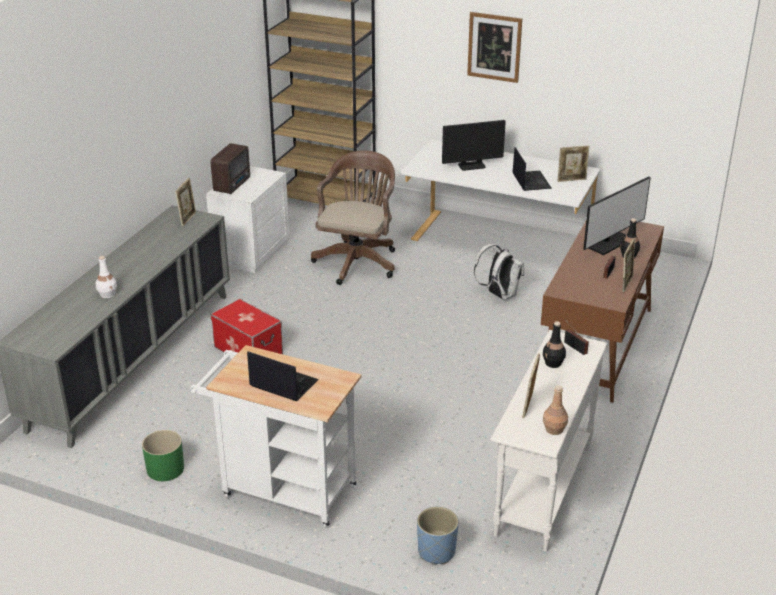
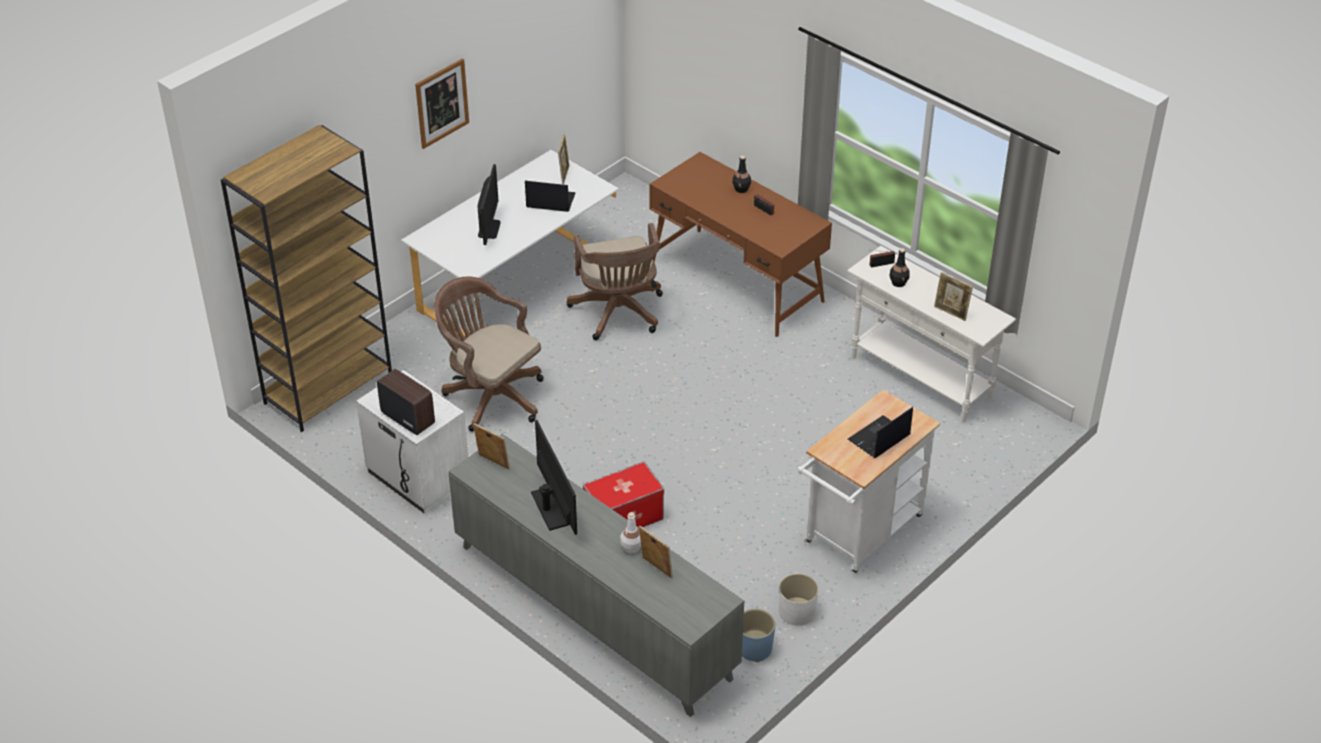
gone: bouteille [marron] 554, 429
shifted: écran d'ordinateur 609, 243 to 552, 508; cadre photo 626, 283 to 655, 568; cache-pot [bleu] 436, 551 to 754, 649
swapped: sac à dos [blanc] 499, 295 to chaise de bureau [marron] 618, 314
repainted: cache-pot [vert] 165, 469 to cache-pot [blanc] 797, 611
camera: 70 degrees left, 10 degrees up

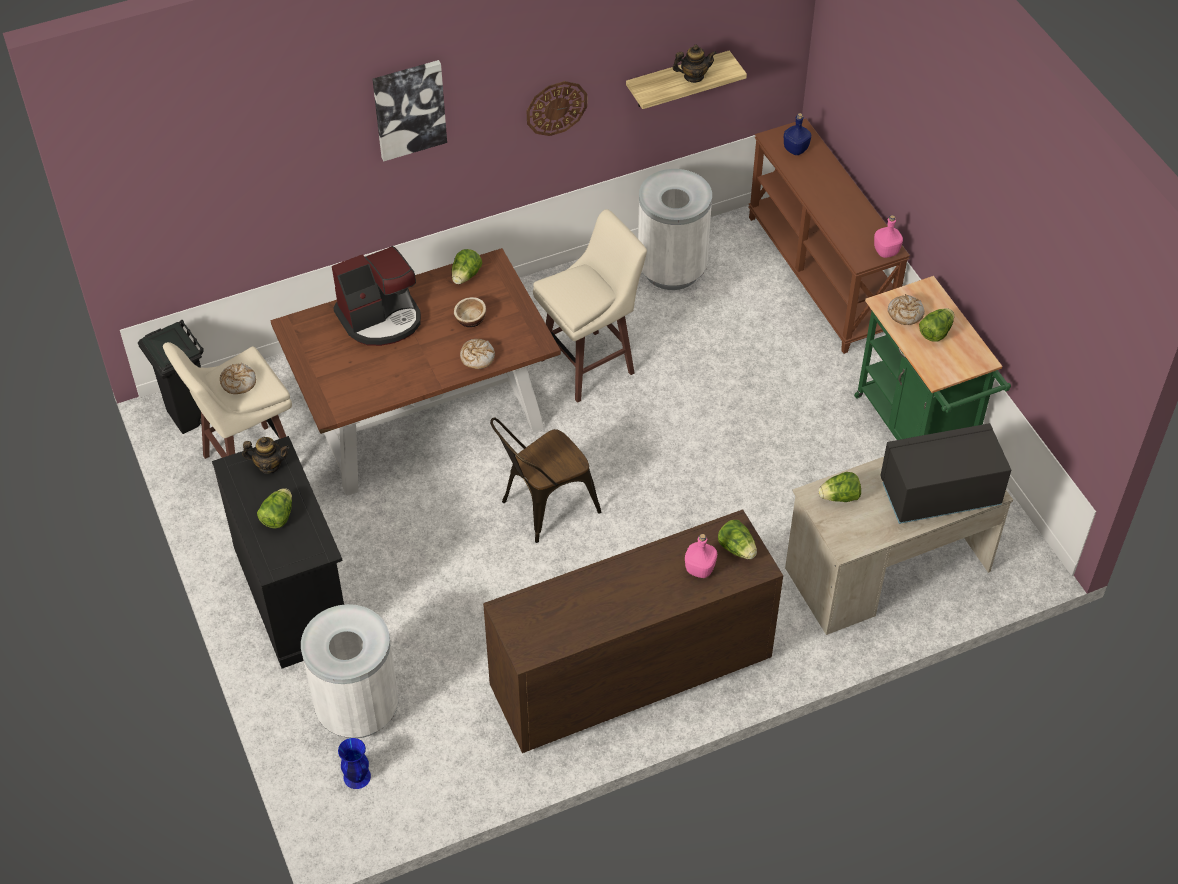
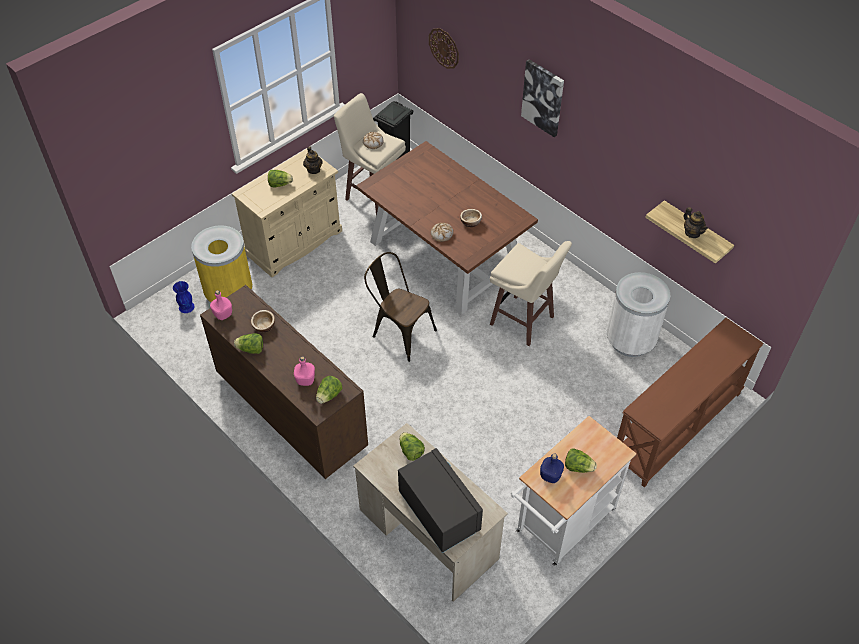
gone: machine à café 381, 318; pain 905, 313
new: bol 264, 326
shifted: bouteille [rose] 886, 252 to 222, 315; laitue 466, 276 to 251, 349; horloge murale 556, 107 to 444, 48; bouteille [bleu] 795, 149 to 550, 476
repainted: poubelle [blanc] 357, 709 to poubelle [jaune] 229, 293; meuble de rangement [noir] 293, 594 to meuble de rangement [beige] 294, 242; chariot [vert] 918, 432 to chariot [blanc] 561, 525
camera: 70 degrees right, 0 degrees up

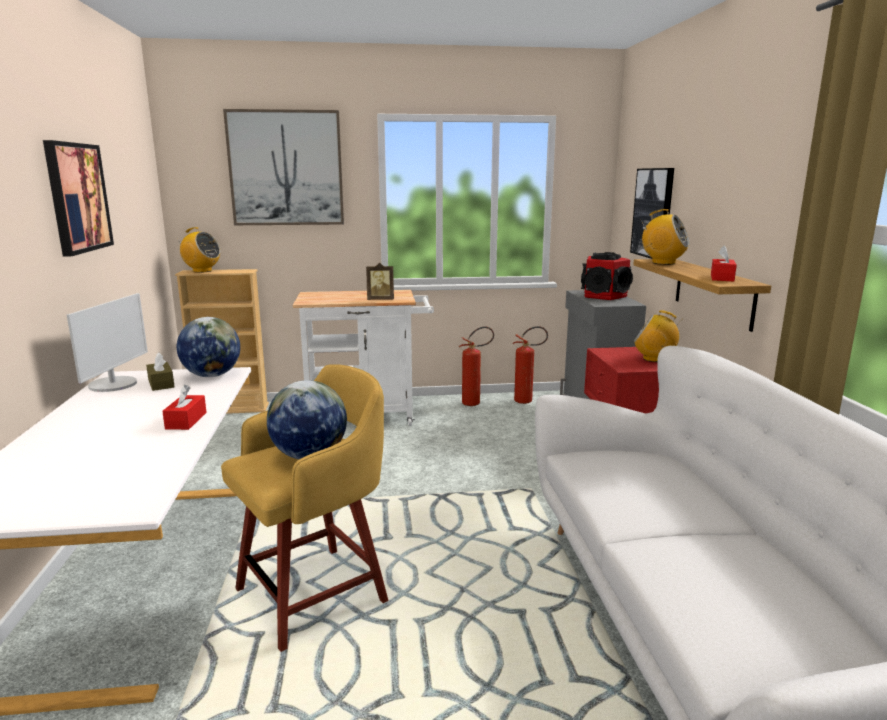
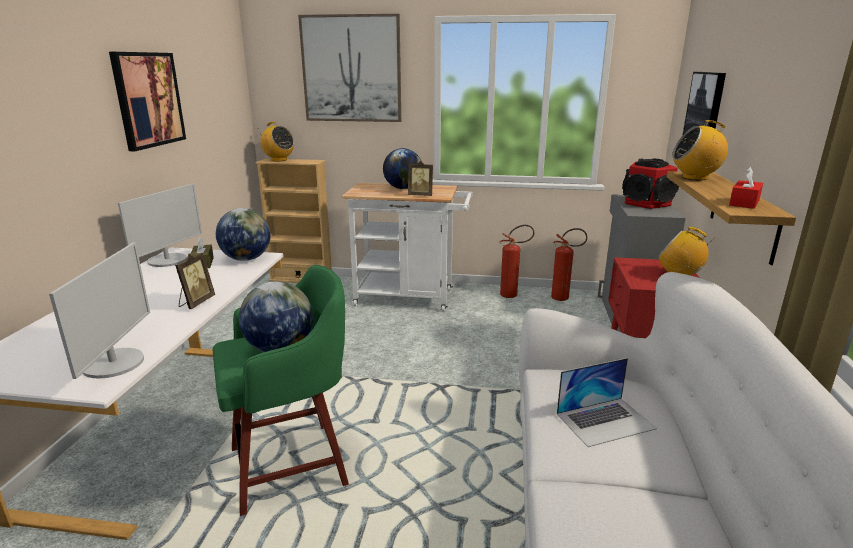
new: écran d'ordinateur 114, 363; globe 403, 188; ordinateur portable 605, 421
swapped: boîte à mouchoirs [rouge] 186, 421 to cadre photo 196, 303
repainted: tabouret [jaune] 316, 594 to tabouret [vert] 293, 465
rotated: radio 663, 263 = 695, 178 135 degrees clockwise
camera: 15 degrees right, 5 degrees up

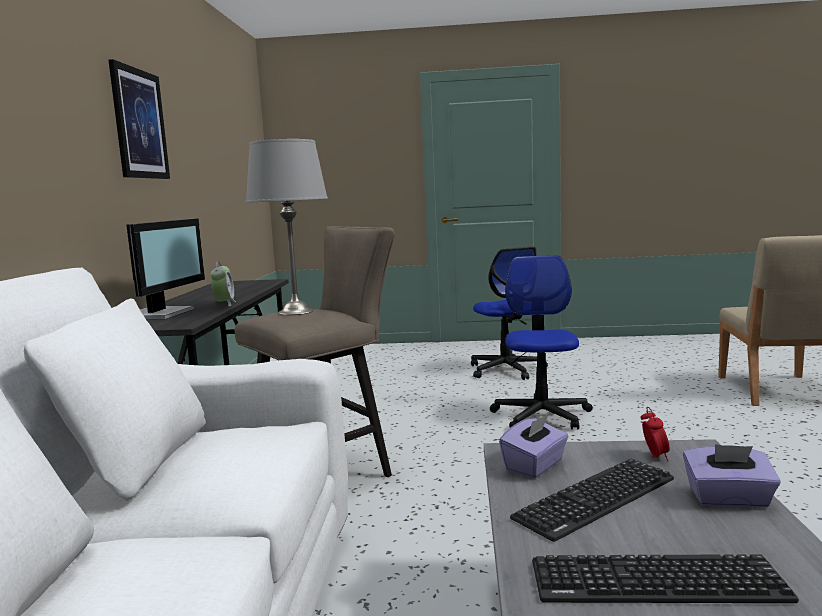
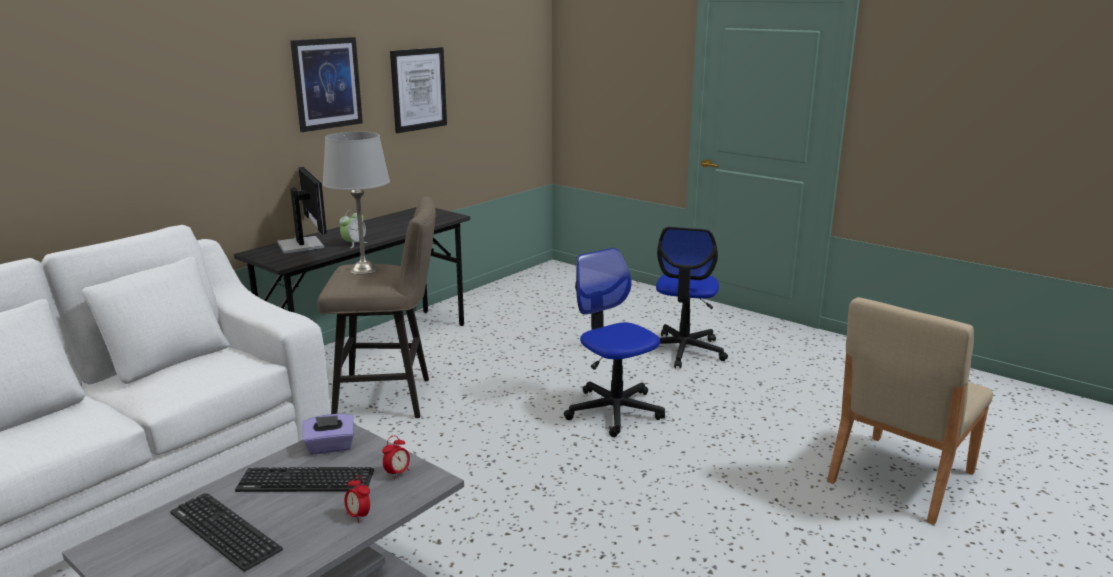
new: tableau 418, 89
swapped: boîte à mouchoirs [violet] 728, 499 to réveil 358, 516
rotated: écran d'ordinateur 160, 313 = 302, 245 75 degrees counterclockwise; chaise de bureau 541, 415 = 614, 411 75 degrees counterclockwise
camera: 35 degrees right, 10 degrees up

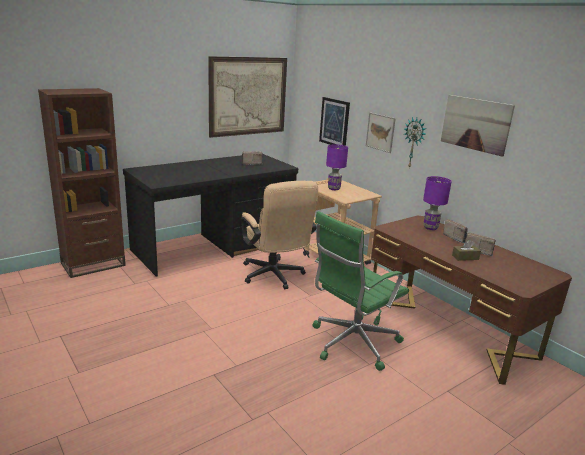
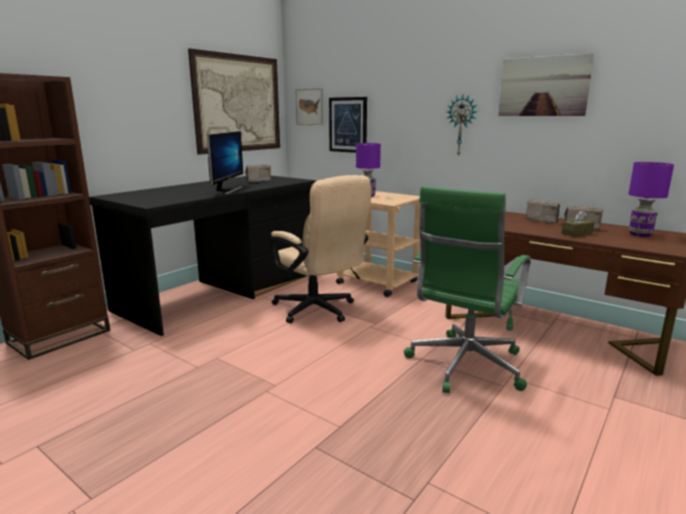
new: écran d'ordinateur 227, 190
shifted: tableau 380, 132 to 309, 106; lampe de table [violet] 430, 228 to 640, 234
camera: 15 degrees left, 5 degrees down

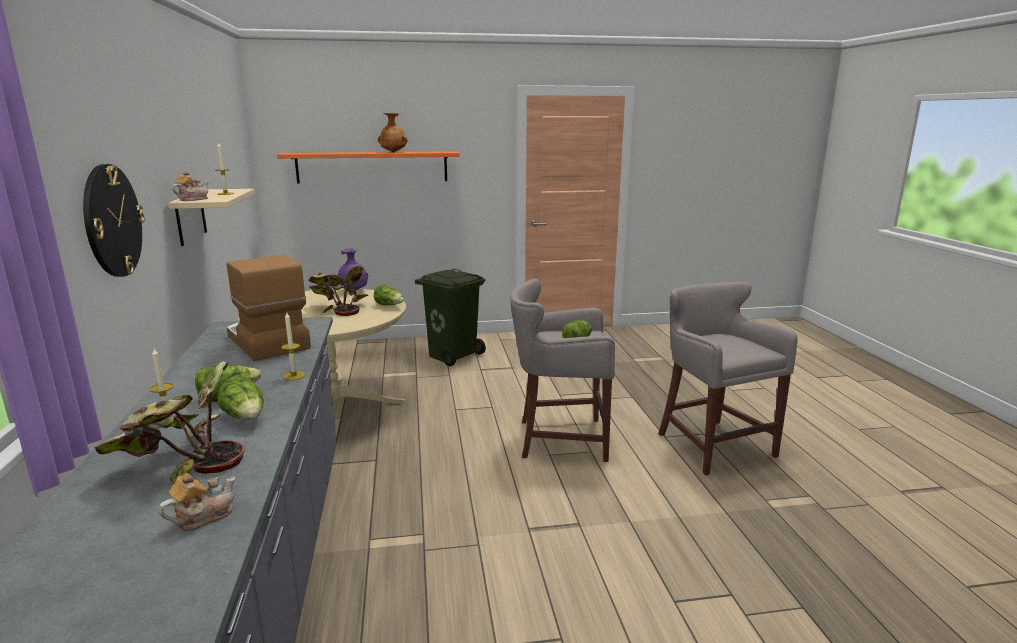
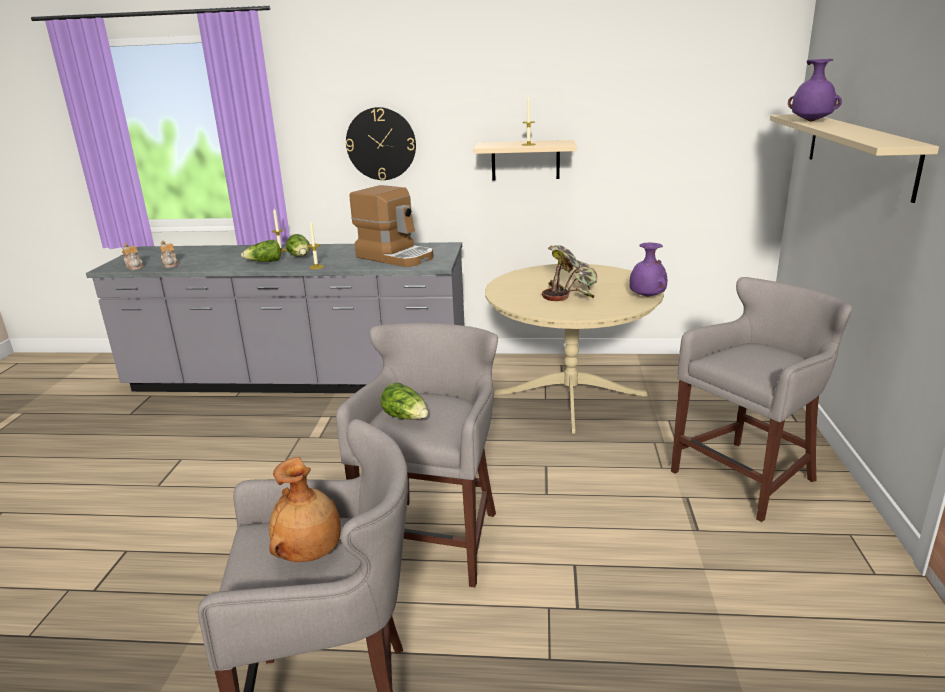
gone: plante en pot 181, 463; laitue 389, 305
new: vase [violet] 811, 121
shifted: théière 192, 199 to 135, 267; vase [marron] 393, 152 to 310, 553
swapped: poubelle [vert] 453, 355 to tabouret [gris] 747, 476
repainted: étagère [orange] 372, 167 to étagère [beige] 858, 152
rotated: machine à café 266, 342 = 396, 257 60 degrees clockwise
camera: 105 degrees right, 5 degrees up

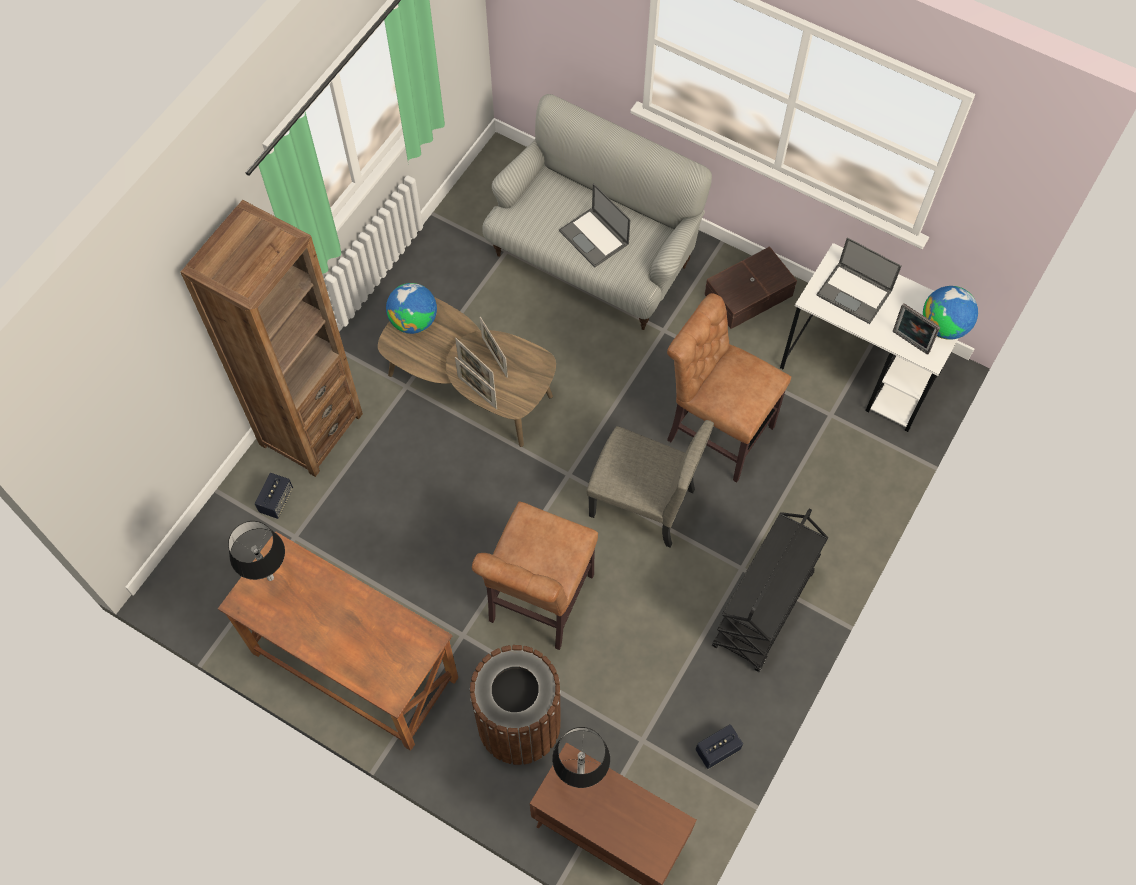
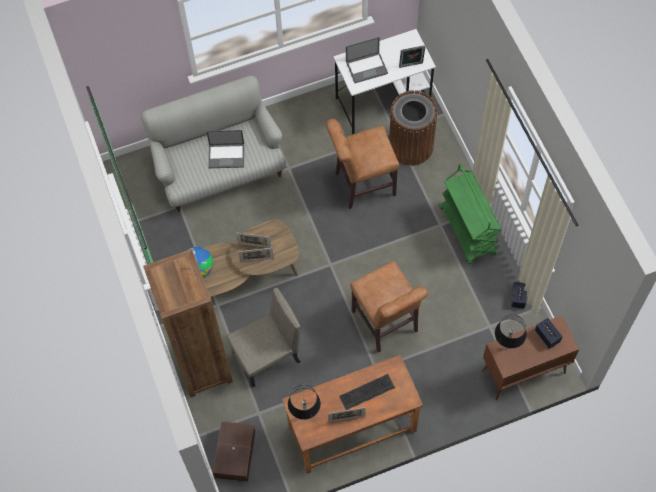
gone: globe 944, 326
new: clavier 367, 393
shifted: boîte de rangement [marron] 747, 294 to 234, 454; chaise [beige] 642, 503 to 266, 357; cadre photo 477, 392 to 346, 419; poubelle [marron] 519, 723 to 411, 146; enceinte 276, 501 to 547, 336
repainted: chariot [noir] 763, 610 to chariot [vert] 468, 231
camera: 50 degrees left, 0 degrees up

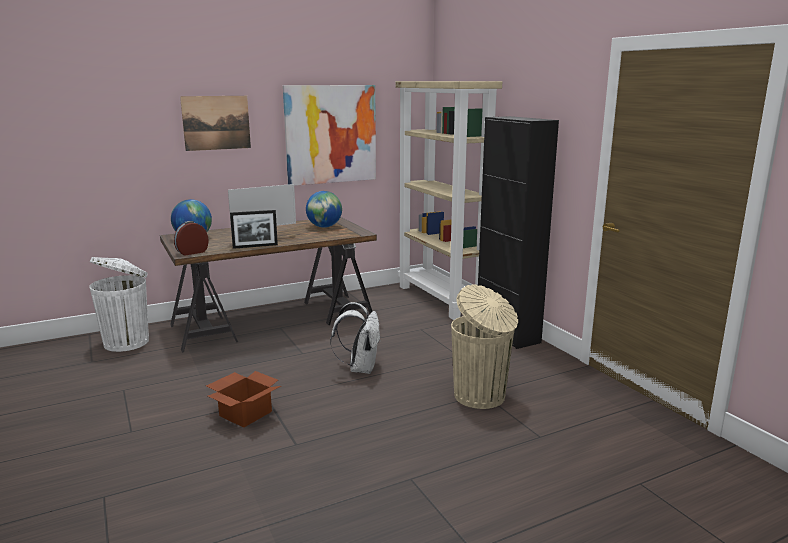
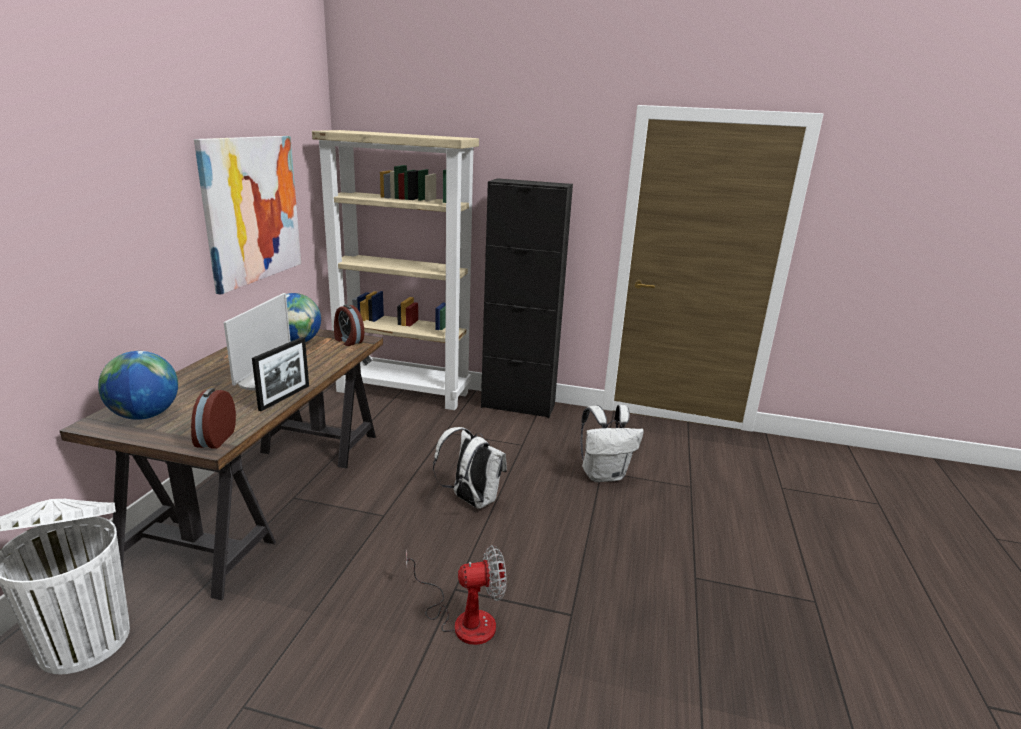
gone: tableau 216, 122
new: réveil 348, 341
swapped: carton 245, 413 to ventilateur 463, 619; poubelle [beige] 481, 396 to sac à dos [blanc] 604, 475
camera: 50 degrees left, 5 degrees up

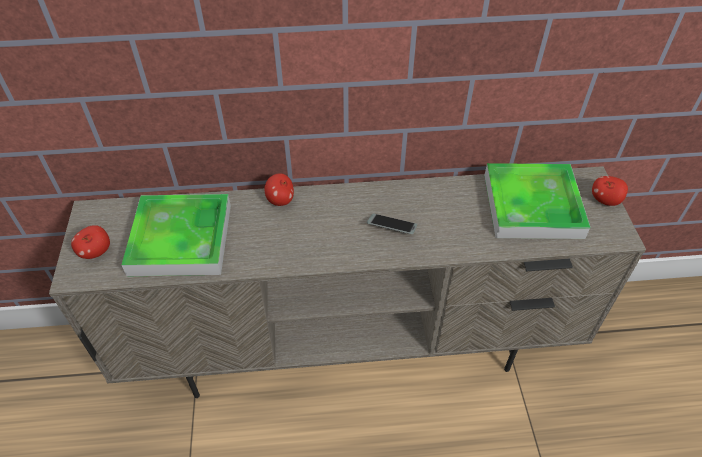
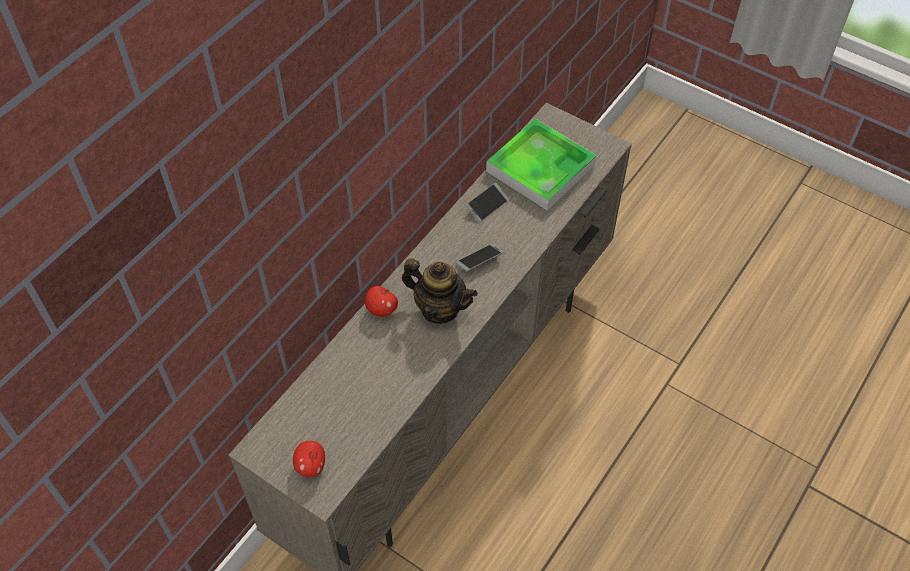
gone: plateau 181, 239; pomme 605, 200
new: théière 439, 308; téléphone 487, 205
camera: 50 degrees left, 5 degrees up

